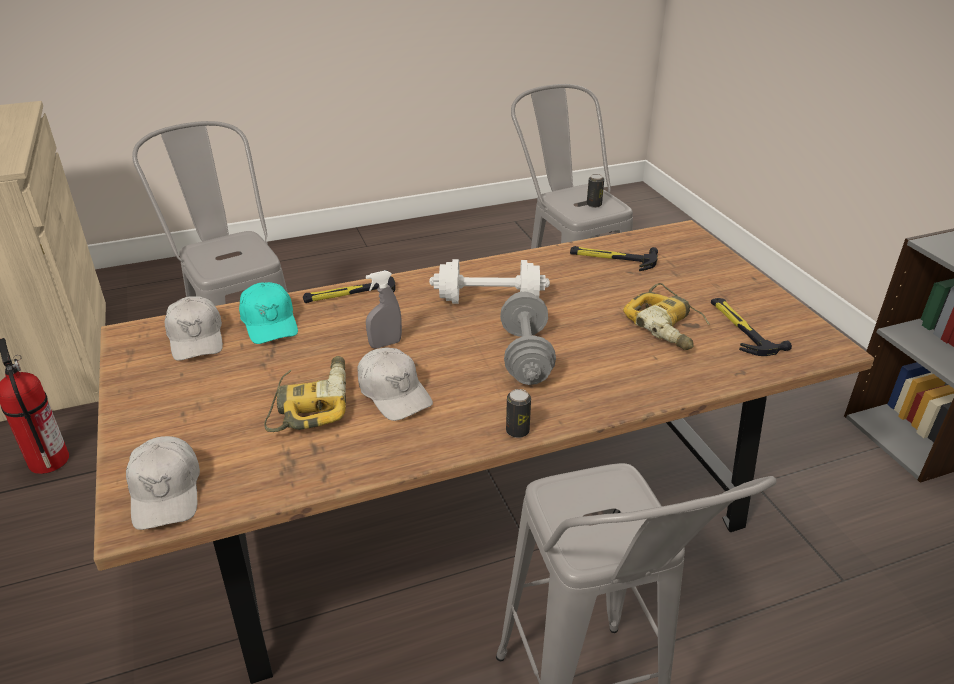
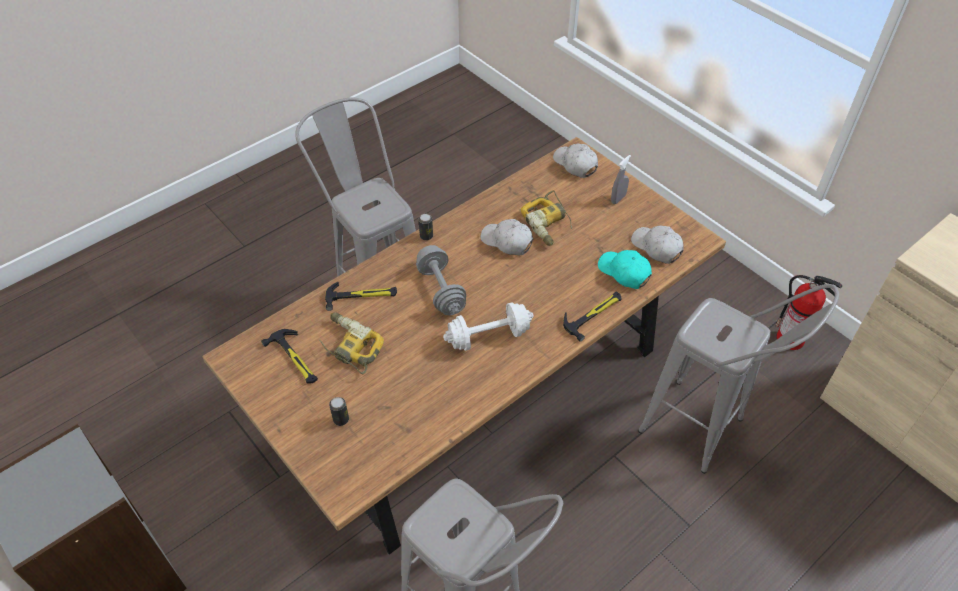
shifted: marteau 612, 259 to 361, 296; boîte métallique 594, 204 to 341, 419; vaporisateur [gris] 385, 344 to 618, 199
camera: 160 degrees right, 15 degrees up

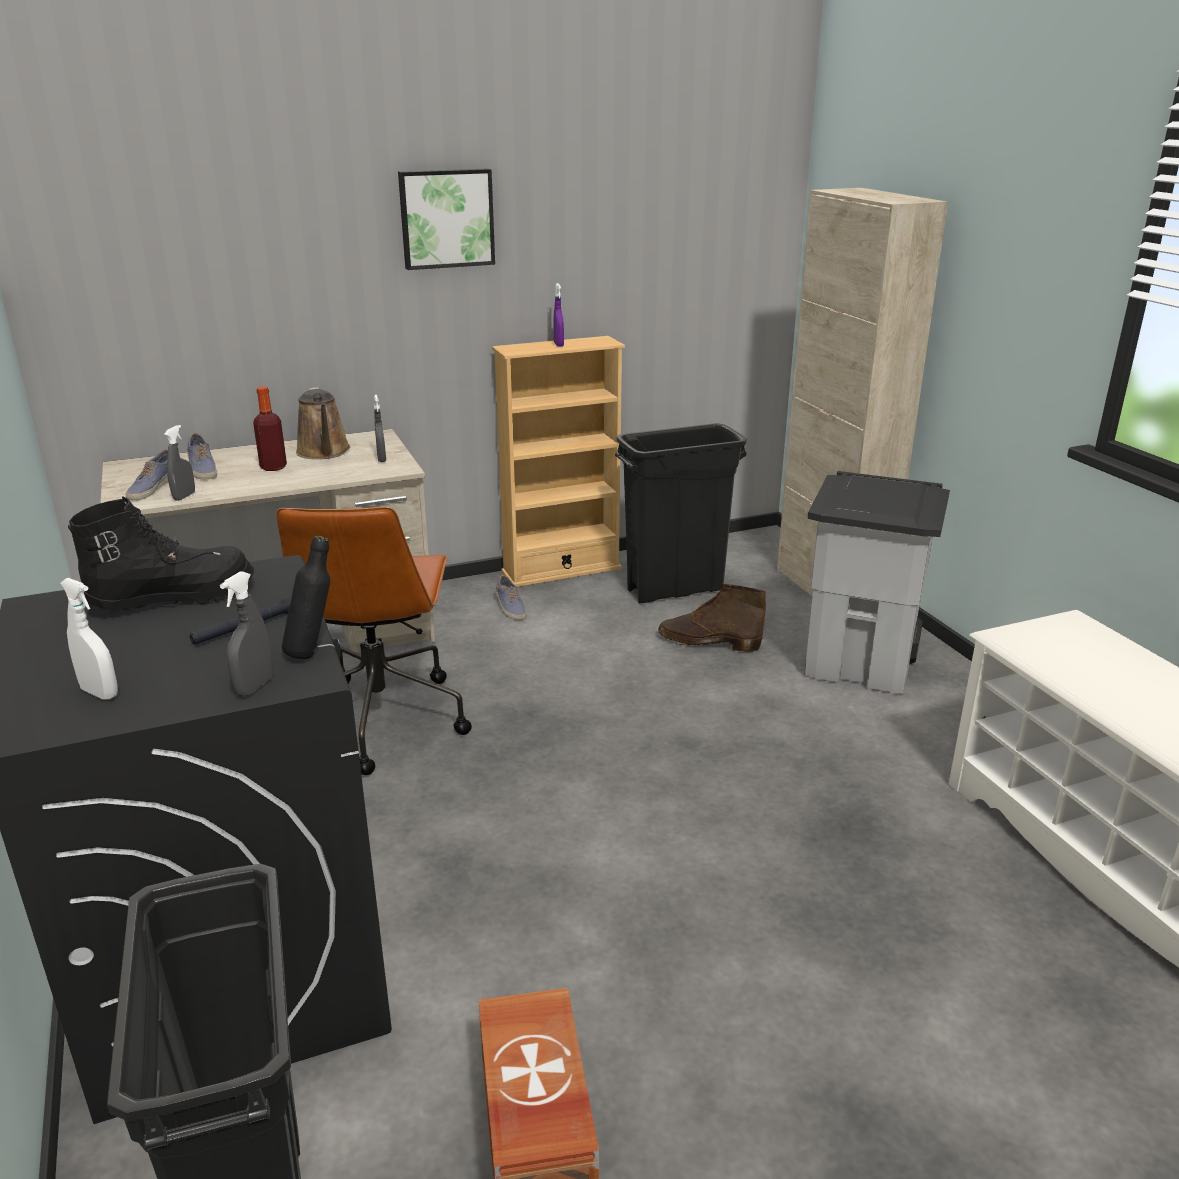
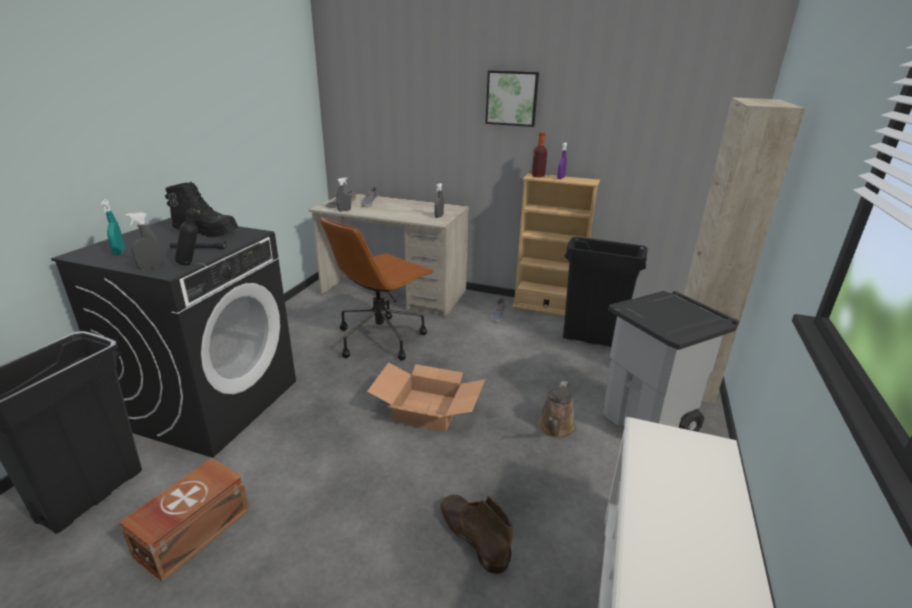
new: carton 428, 409
shifted: botte [marron] 708, 641 to 472, 535; bouteille 273, 467 to 538, 176; arrosoir [marron] 324, 452 to 555, 428
repainted: vaporisateur [blanc] 100, 693 to vaporisateur [turquoise] 119, 252
camera: 40 degrees right, 0 degrees up

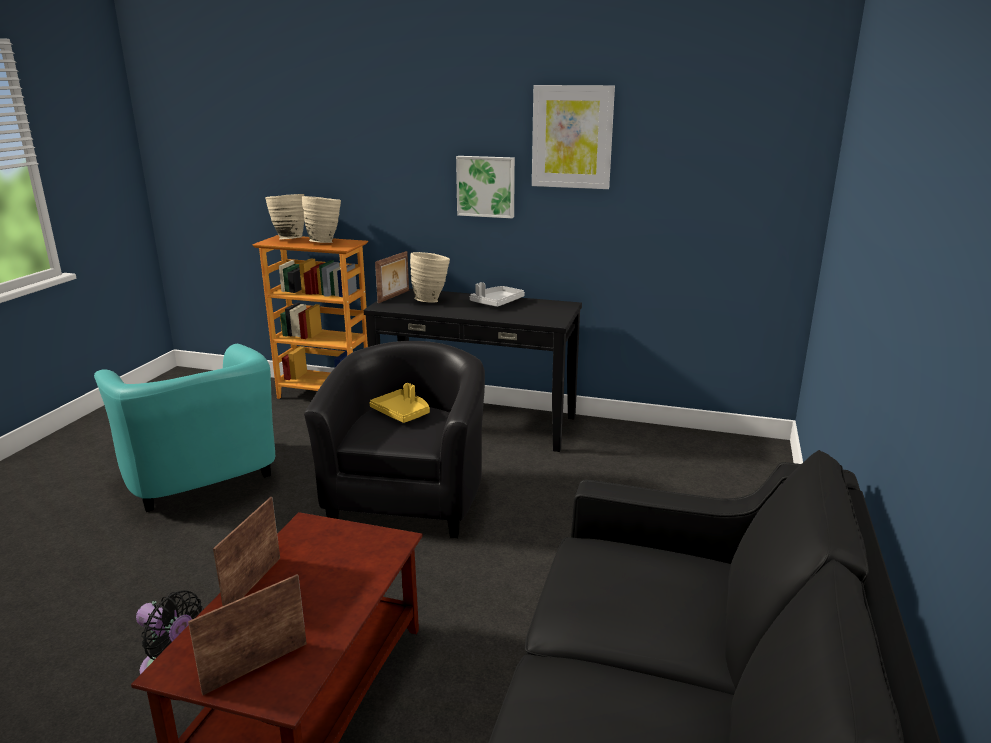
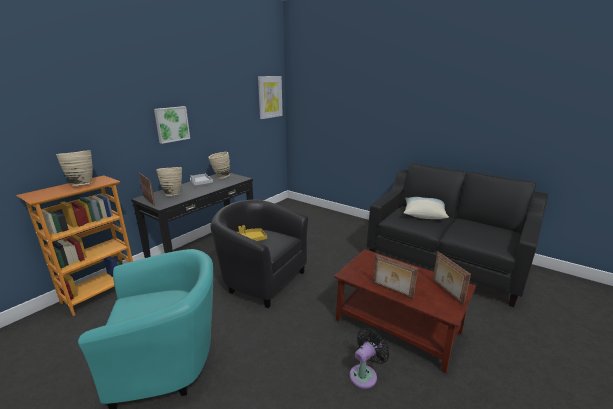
new: coussin 423, 214
shifted: vase [beige] 288, 239 to 220, 177; tableau 572, 137 to 270, 97
camera: 70 degrees left, 0 degrees up

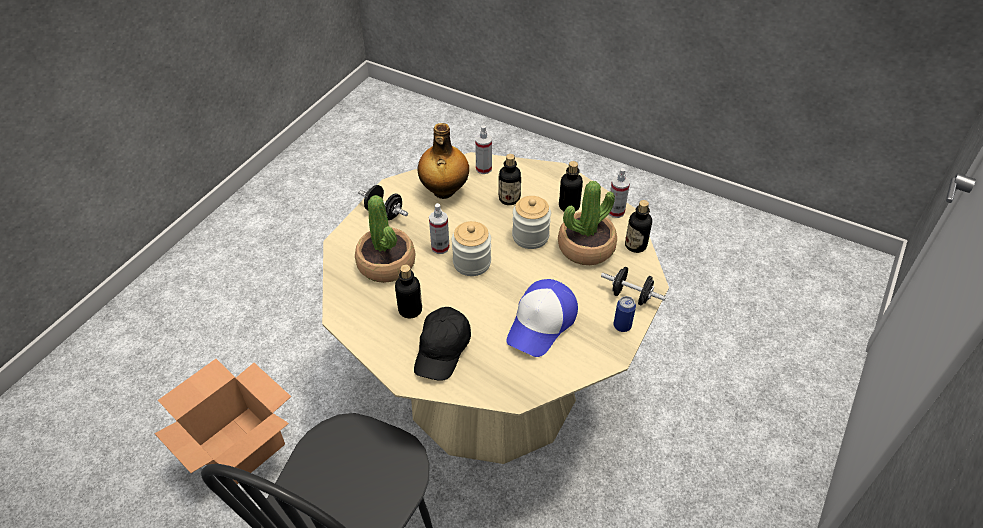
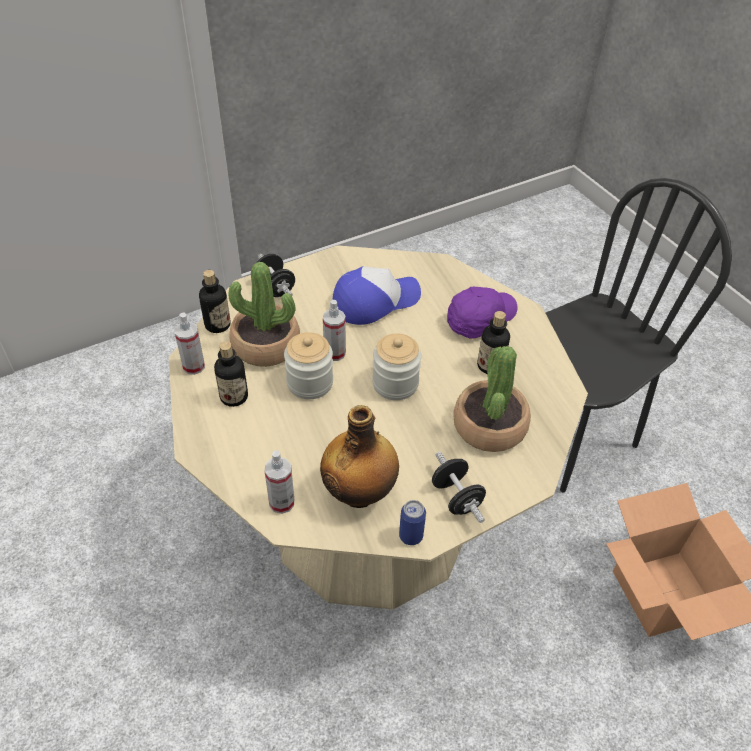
gone: bouteille 509, 199
shifted: vaporisateur 440, 247 to 334, 353; boîte métallique 622, 326 to 411, 536
repainted: casquette [noir] 443, 350 to casquette [violet] 480, 319
camera: 150 degrees left, 0 degrees up

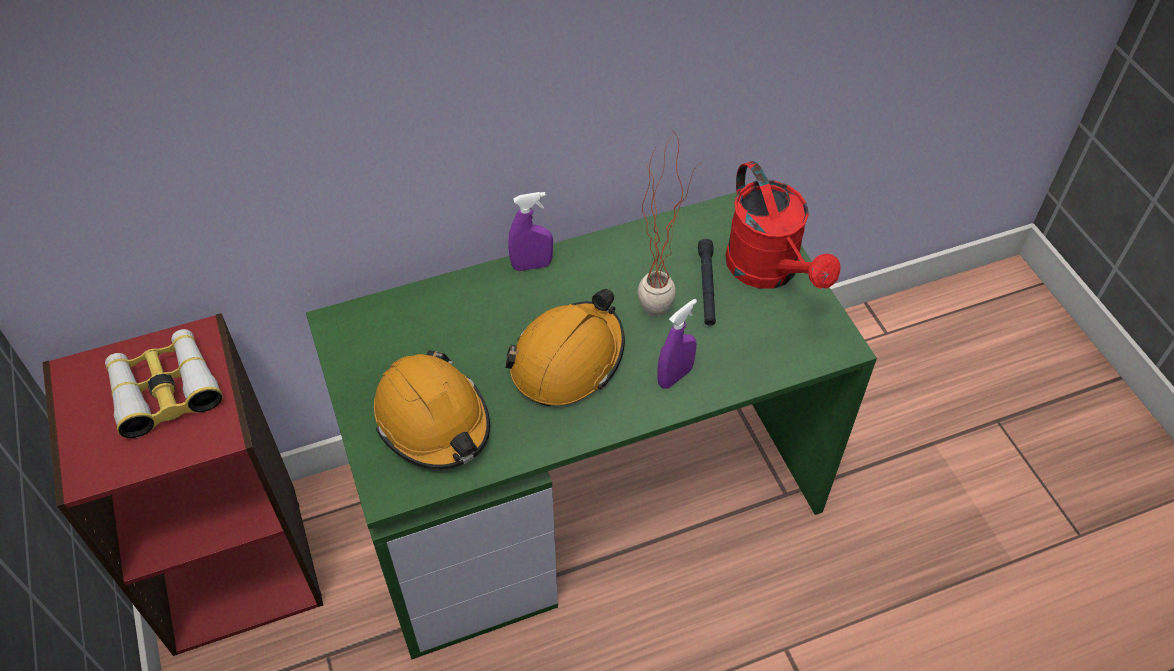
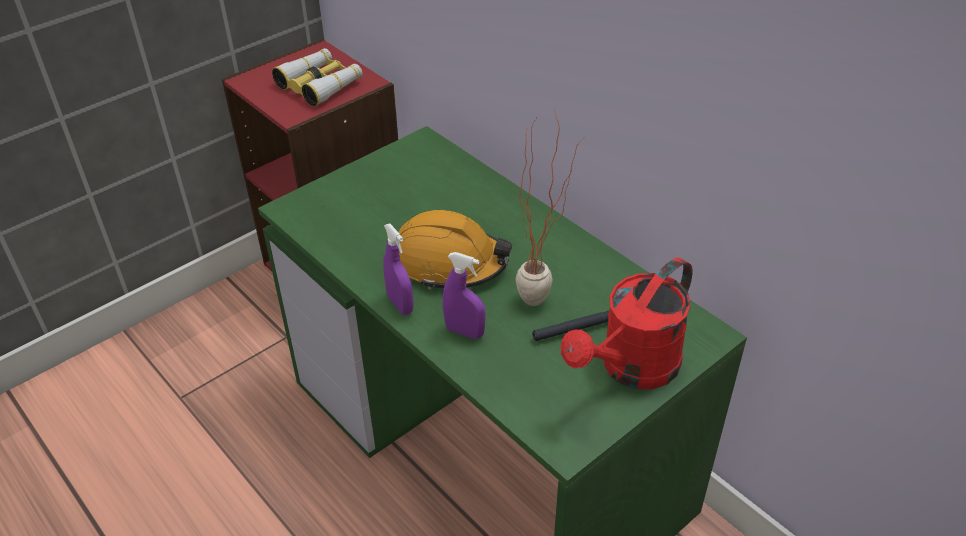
gone: casque de chantier [orange] 433, 421
shifted: vaporisateur [violet] 532, 265 to 400, 304
camera: 70 degrees right, 10 degrees down

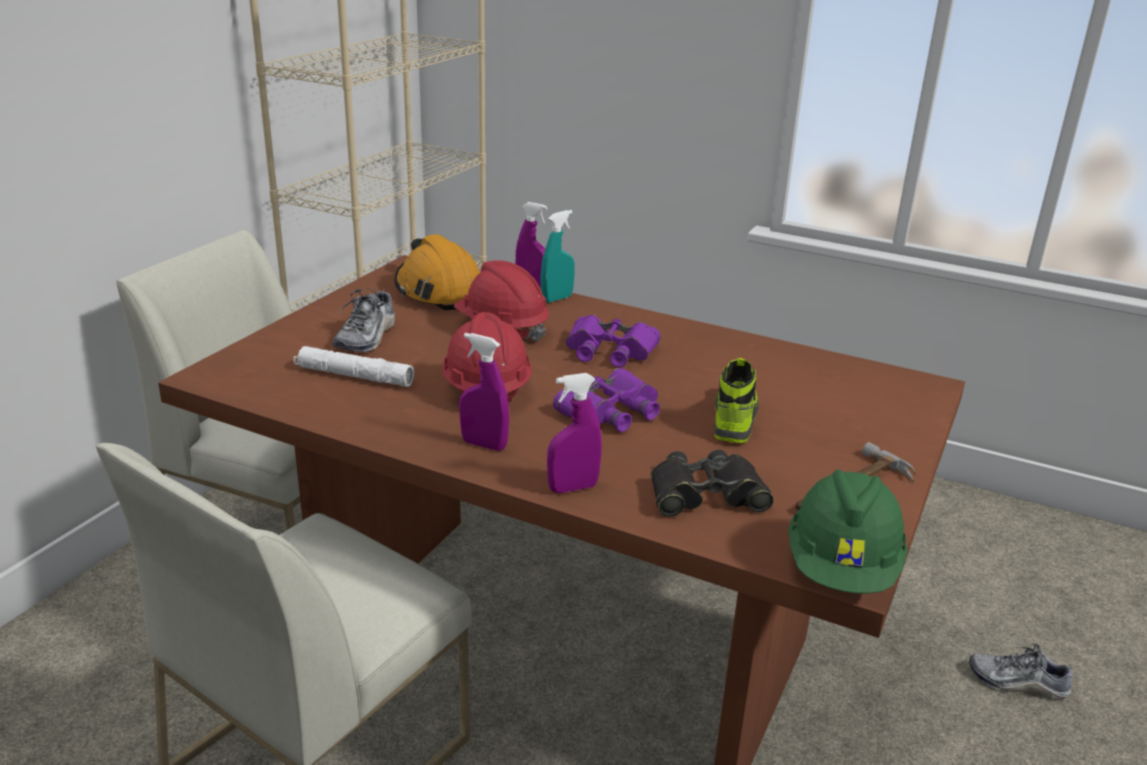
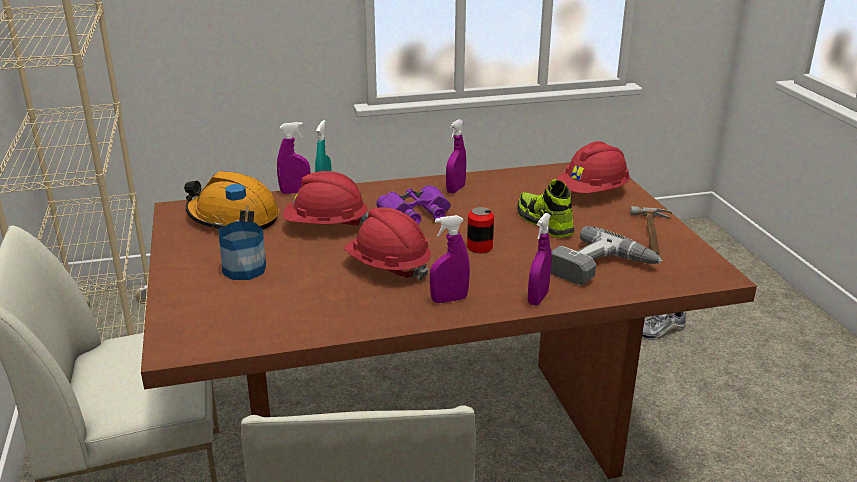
gone: lampe de poche [blanc] 354, 376; casque de chantier [vert] 842, 567
new: vaporisateur [violet] 455, 189; casque de chantier [rouge] 593, 193
swapped: chaussure 367, 337 to bouteille 244, 269; jumelles [violet] 610, 411 to boîte métallique 479, 247; jumelles [noir] 706, 494 to perceuse 602, 269
camera: 40 degrees left, 0 degrees up

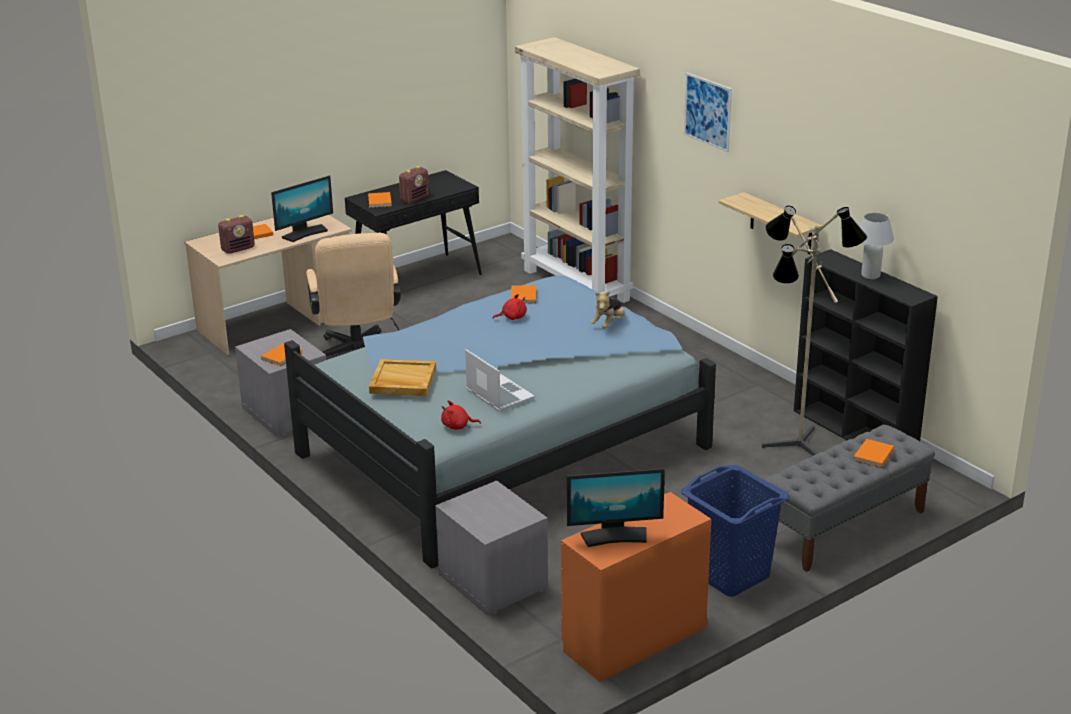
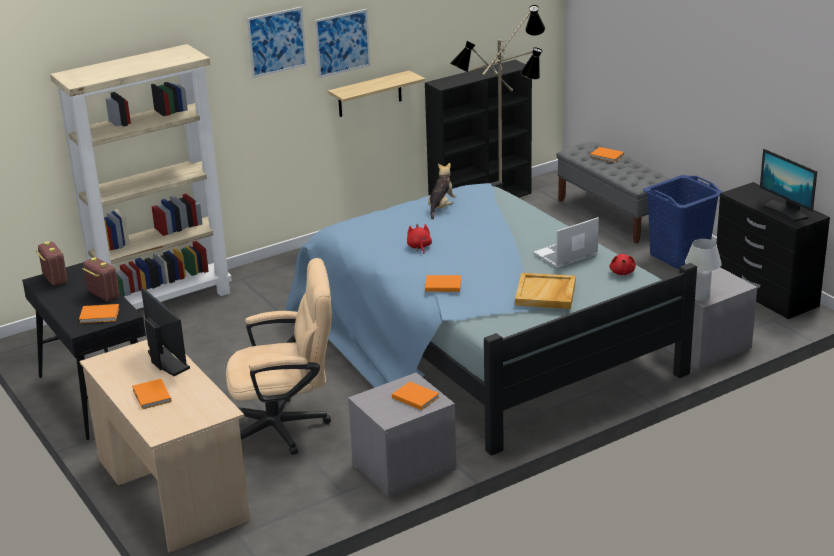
new: tableau 342, 43
shifted: radio 238, 249 to 55, 279; livre [orange] 524, 295 to 442, 285; lampe de table [blanc] 870, 275 to 700, 297
repainted: commode [orange] 633, 638 to commode [noir] 765, 293
rotated: peluche 609, 324 = 441, 207 105 degrees counterclockwise; écran d'ordinateur 614, 536 = 785, 211 150 degrees clockwise
camera: 85 degrees left, 0 degrees up

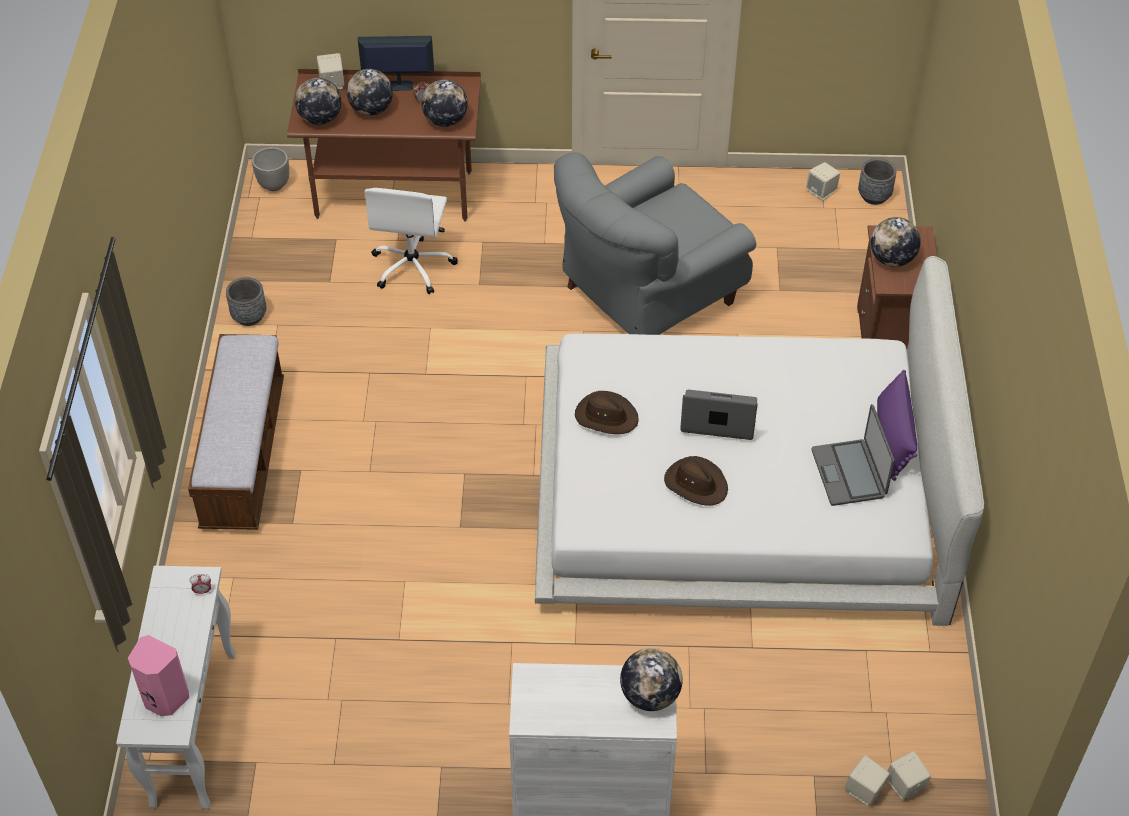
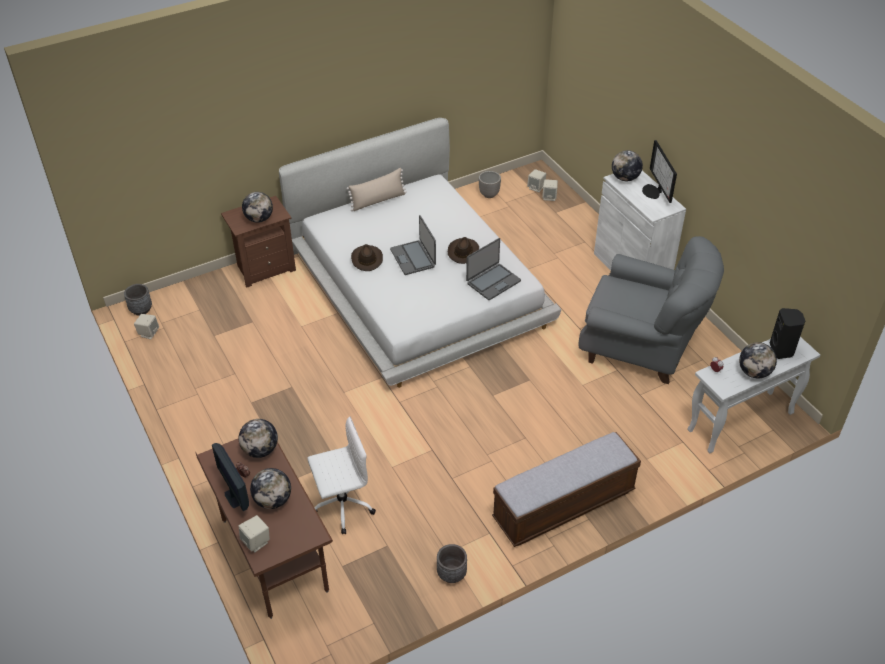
new: écran d'ordinateur 653, 191
shifted: chapeau [marron] 606, 416 to 366, 259; ordinateur portable 849, 473 to 493, 282; cache-pot 274, 184 to 489, 194; fauteuil [gris] 646, 297 to 641, 346; globe 320, 119 to 754, 372
repainted: coussin [violet] 893, 438 to coussin [beige] 378, 201; enceinte [rose] 164, 699 to enceinte [noir] 782, 350
camera: 120 degrees left, 5 degrees down

